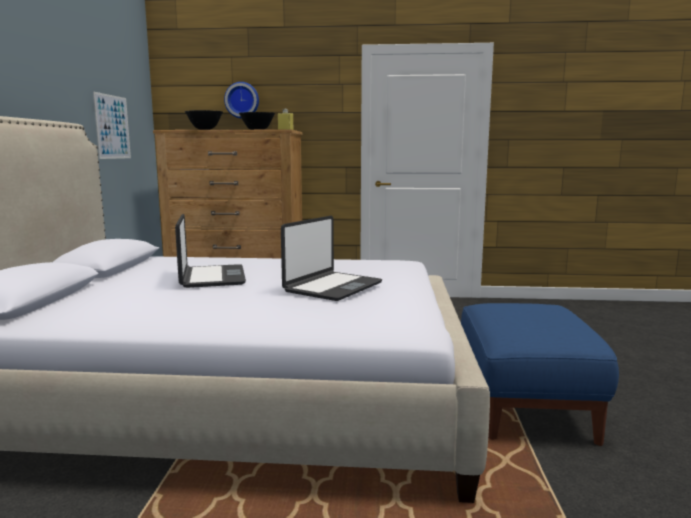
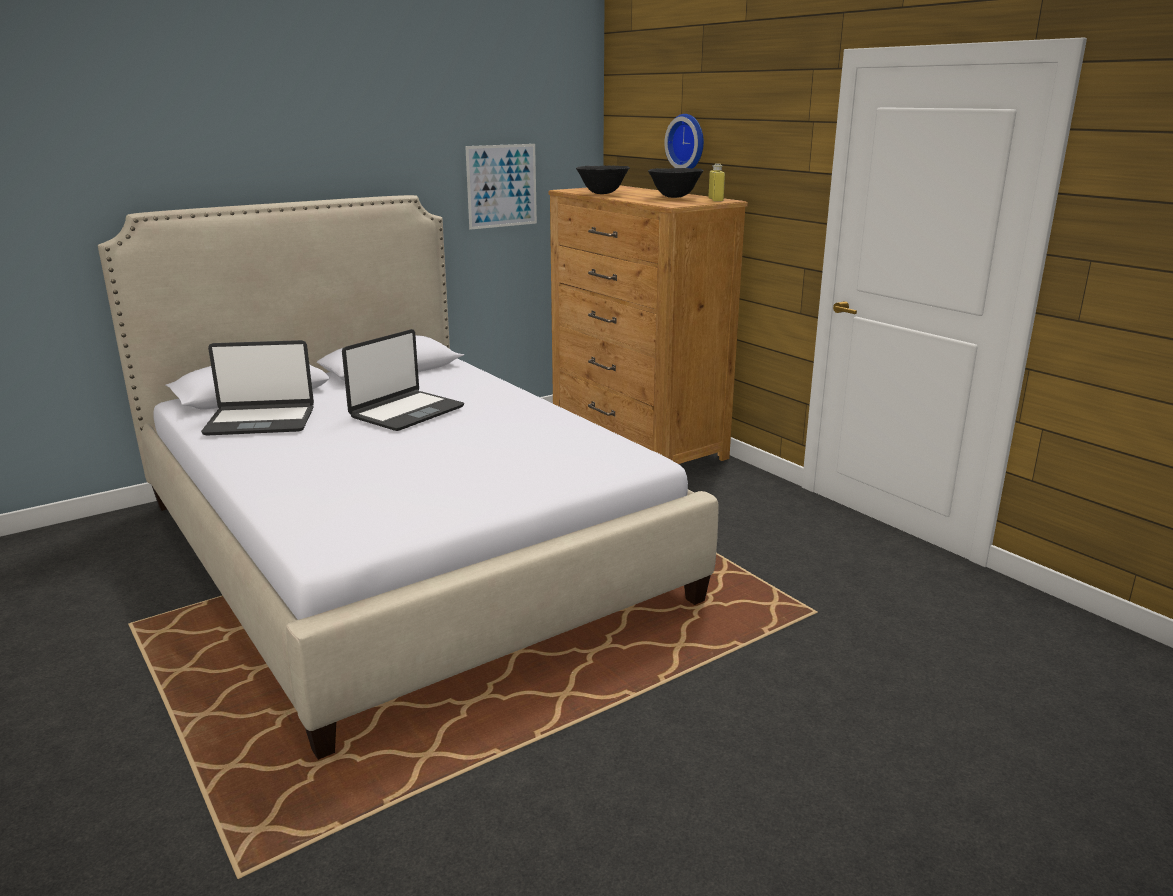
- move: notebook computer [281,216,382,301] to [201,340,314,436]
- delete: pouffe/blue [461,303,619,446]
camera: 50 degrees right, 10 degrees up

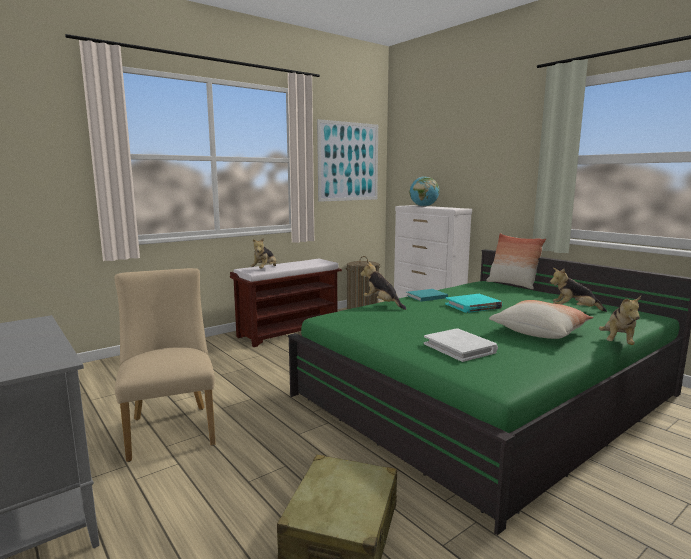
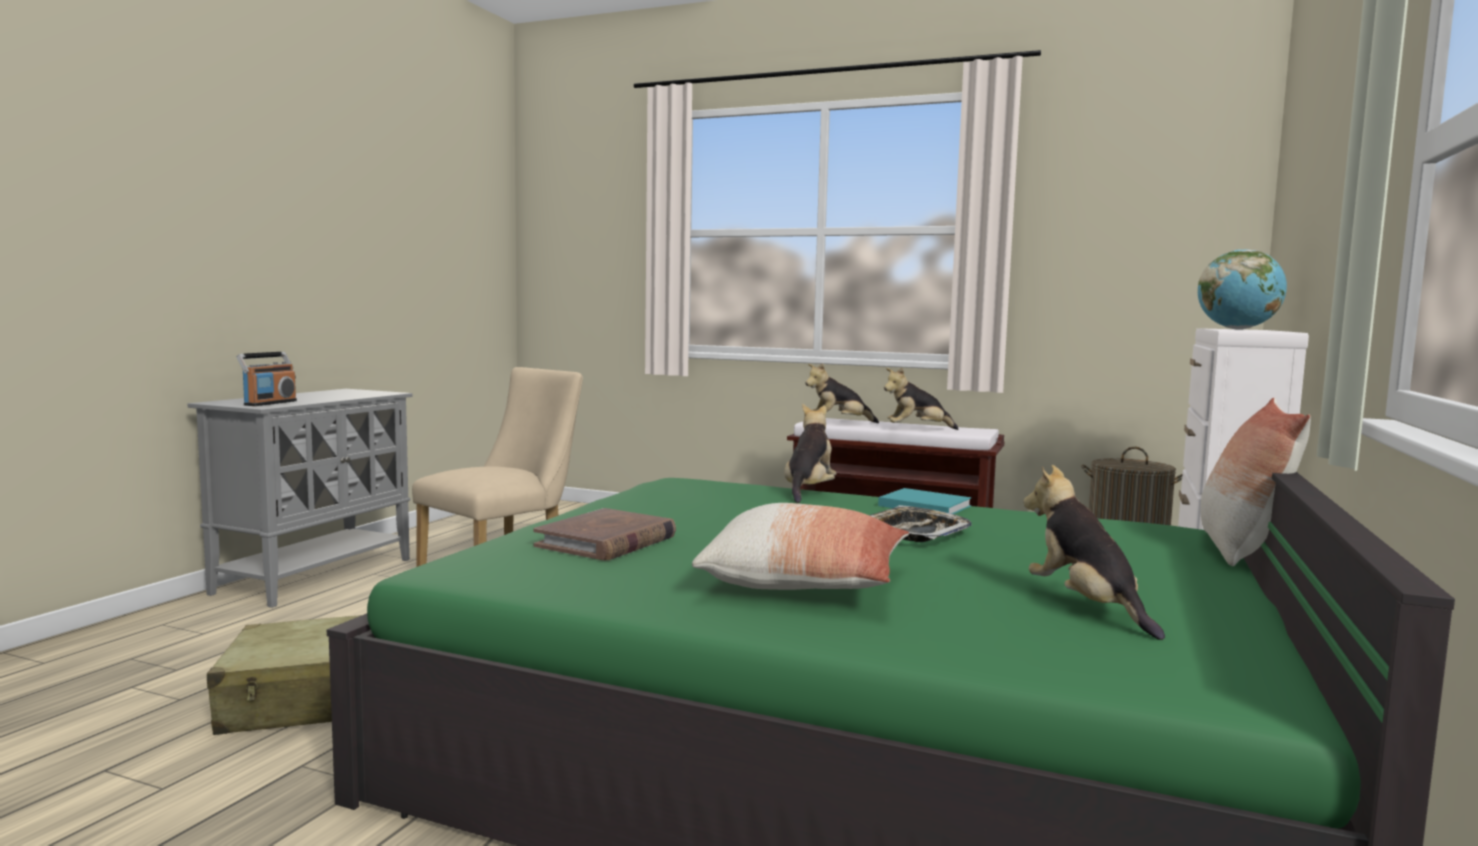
- delete: picture [317,119,378,202]
- recolor: bound book/white [424,328,498,362] to bound book/brownish [533,508,676,560]
- replace: bound book/blue-green [445,294,503,313] to carrying tray [869,505,971,542]
- move: cuddly toy [599,296,641,345] to [884,367,959,430]
- insert: radio receiver [237,352,297,406]
camera: 60 degrees right, 5 degrees down

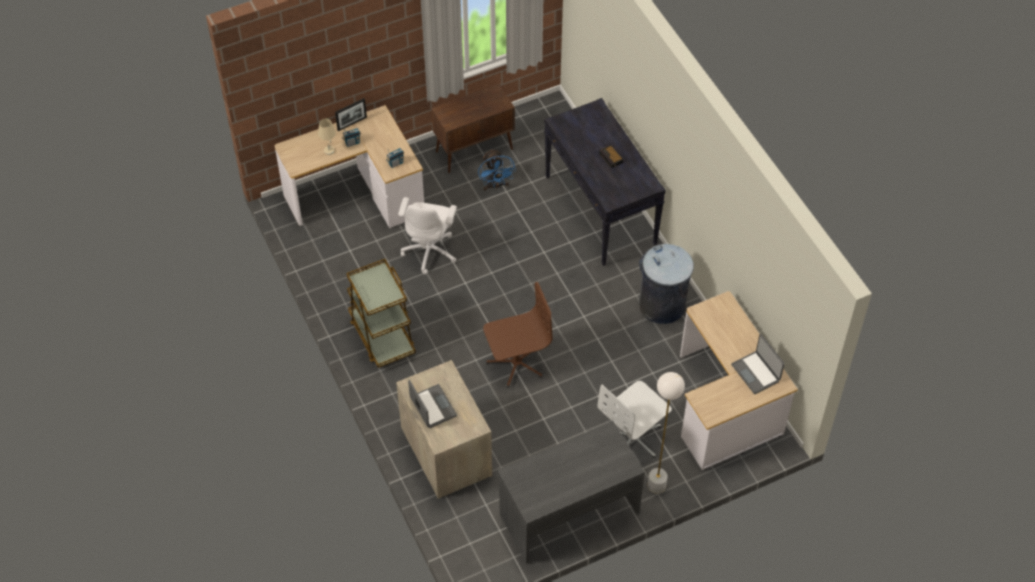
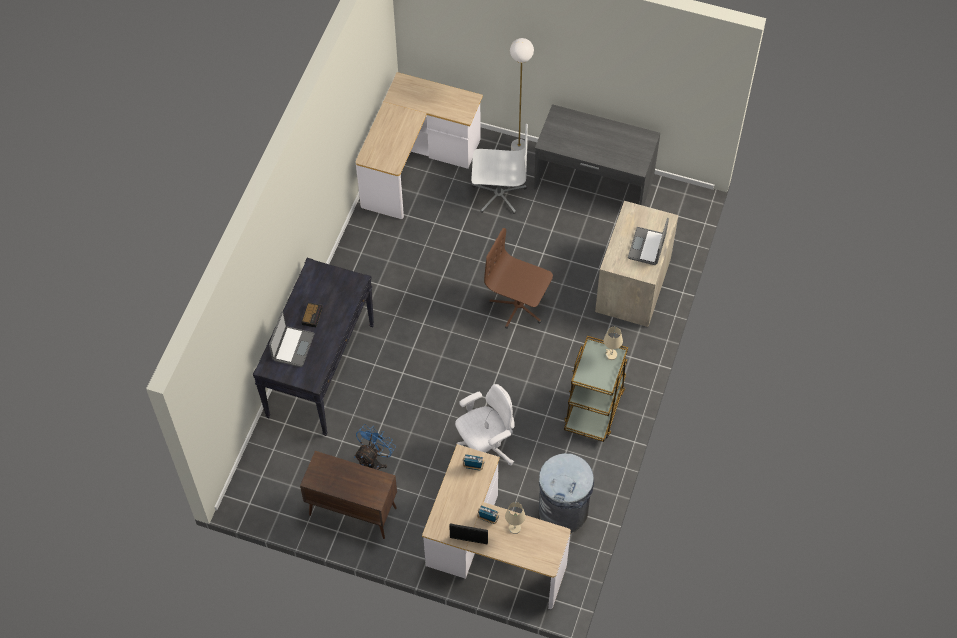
- move: waste bin/greyish [639,244,694,324] to [539,453,594,533]
- move: notebook computer [731,334,785,394] to [269,311,314,367]
- insert: table lamp/beige-coloured [604,327,623,360]
camera: 135 degrees left, 5 degrees up

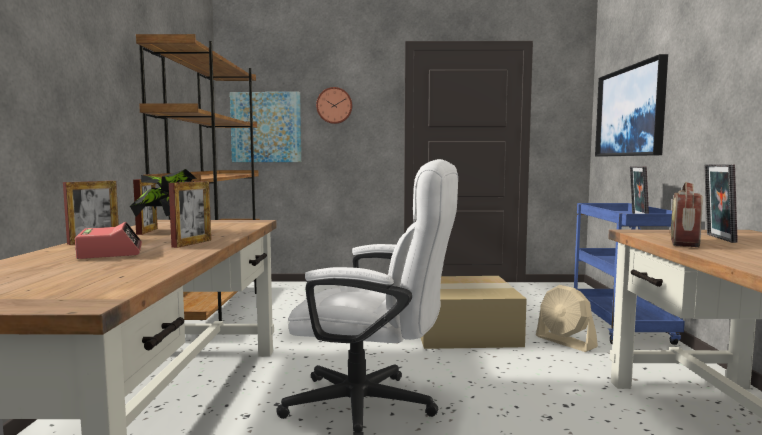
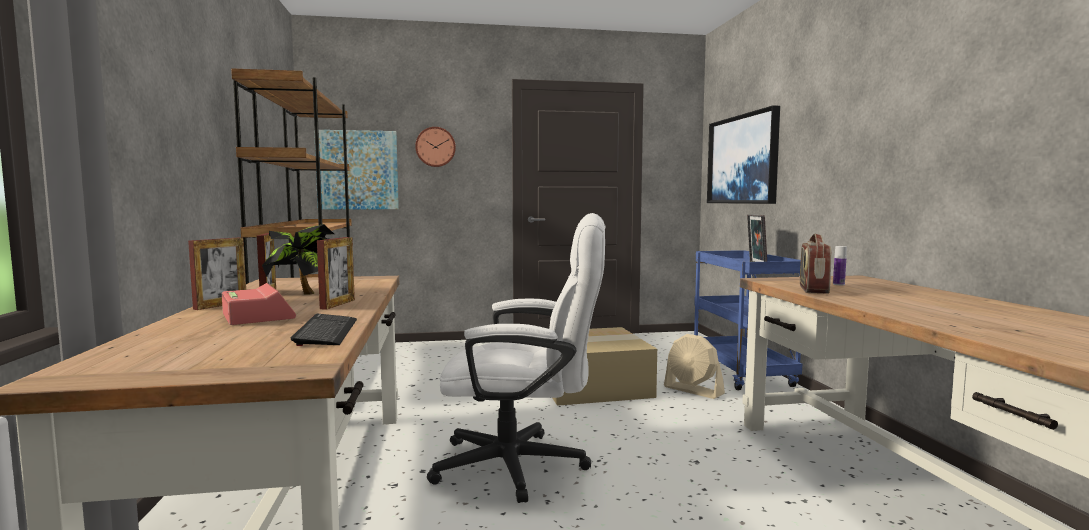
- replace: photo frame [704,164,738,243] to bottle [833,246,847,285]
- insert: keyboard [291,314,357,346]
camera: 10 degrees left, 0 degrees up

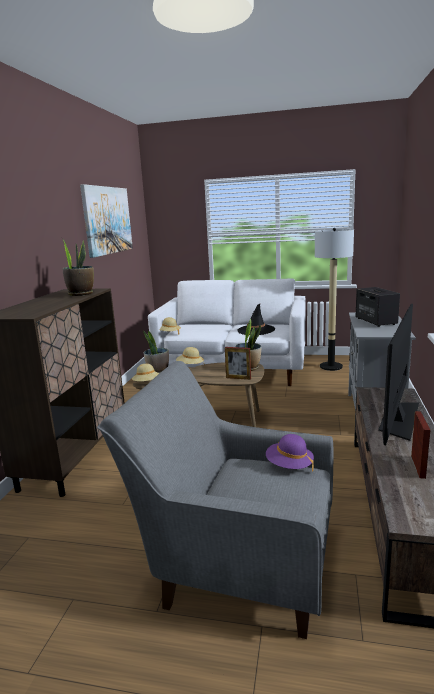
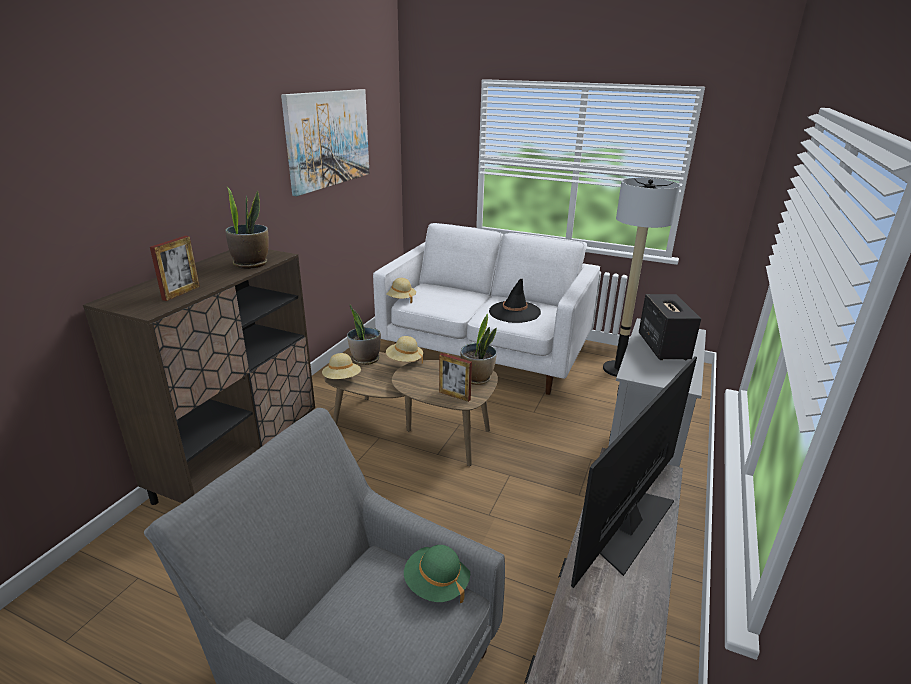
- recolor: wearable hat/purple [266,434,314,472] to wearable hat/greenish [404,545,470,603]
- move: photo frame [411,411,430,479] to [150,236,200,301]
camera: 10 degrees right, 10 degrees up

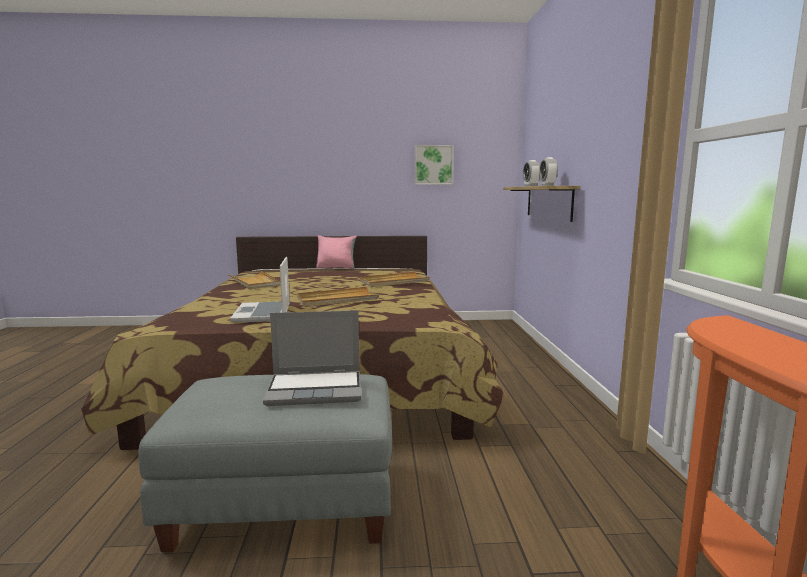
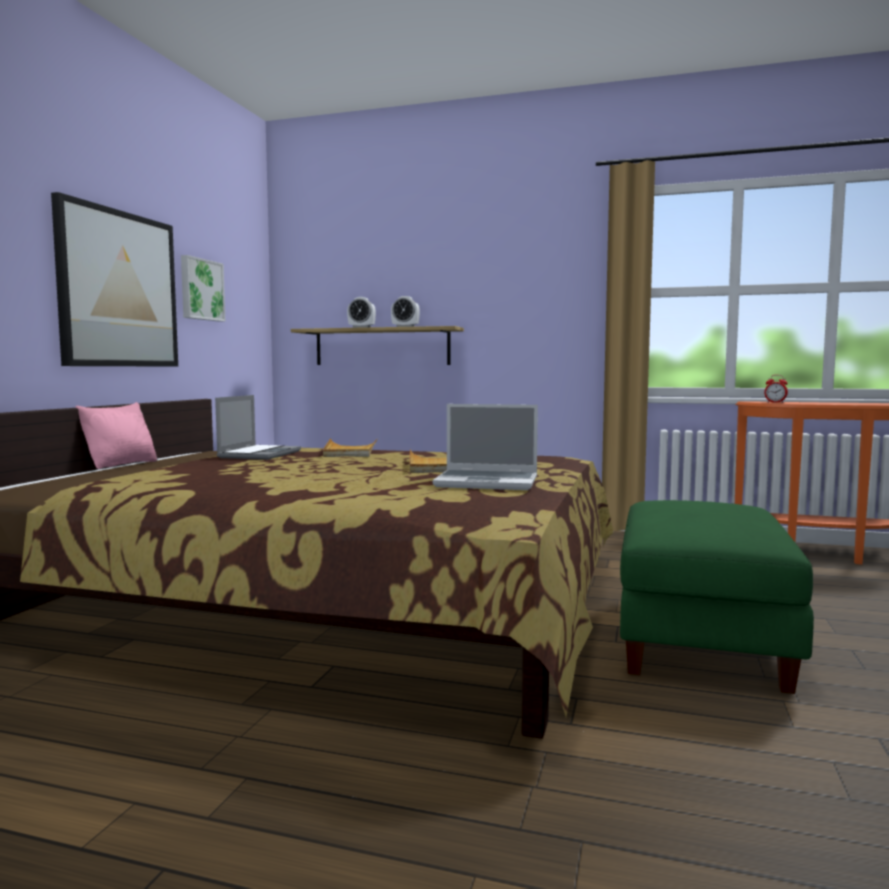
- recolor: pouffe/greyish [138,374,392,553] to pouffe/greenish [620,500,814,694]
- delete: carrying tray/beige-coloured [228,271,281,289]
- move: notebook computer [263,310,361,406] to [215,395,301,460]
- insert: picture [51,192,178,367]
- insert: alarm clock [765,375,788,403]
camera: 70 degrees left, 5 degrees down

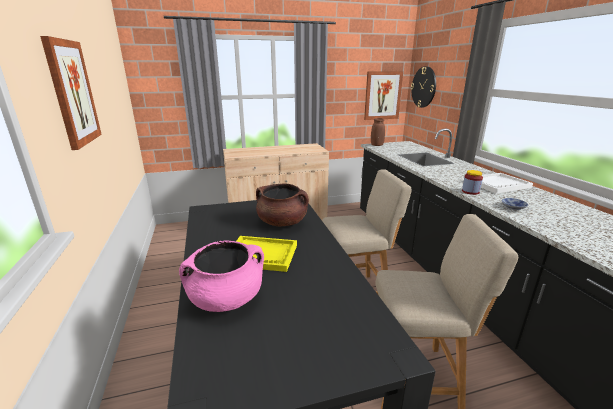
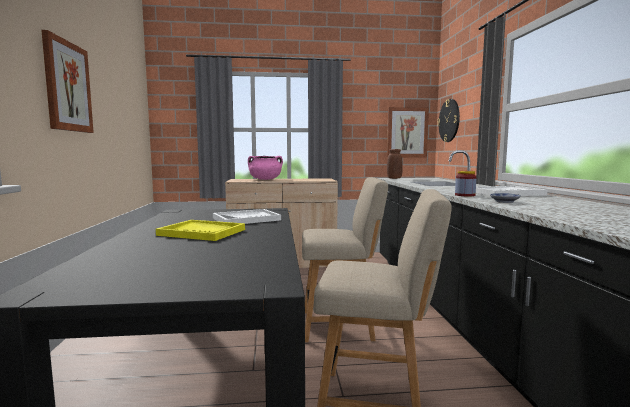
- move: saucepot/pinkish [179,240,264,312] to [248,156,283,180]
- replace: saucepot/brownish [256,183,309,226] to carrying tray/white [213,209,281,224]
camera: 10 degrees right, 15 degrees down

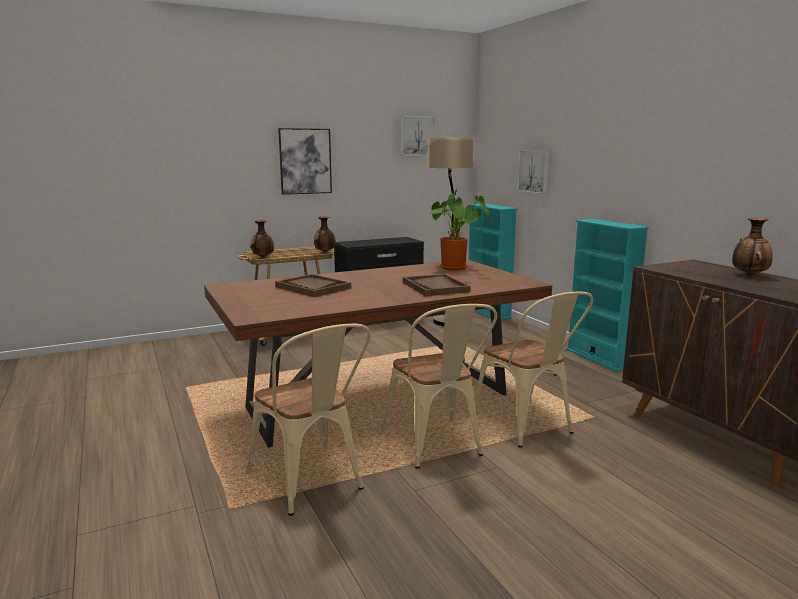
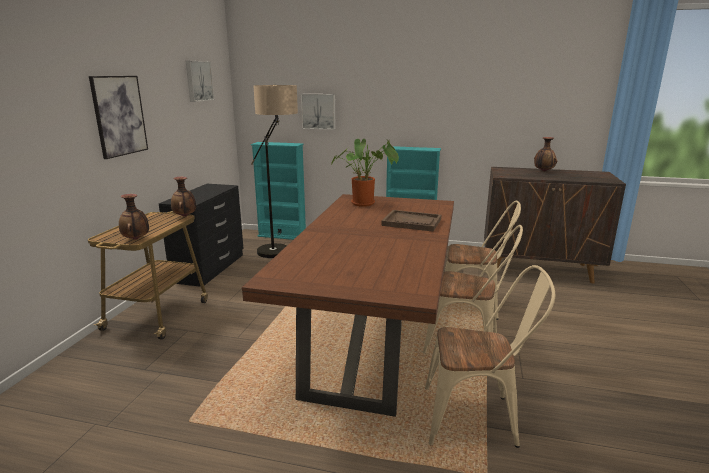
- delete: carrying tray/brownish [275,274,351,297]
camera: 50 degrees left, 5 degrees up

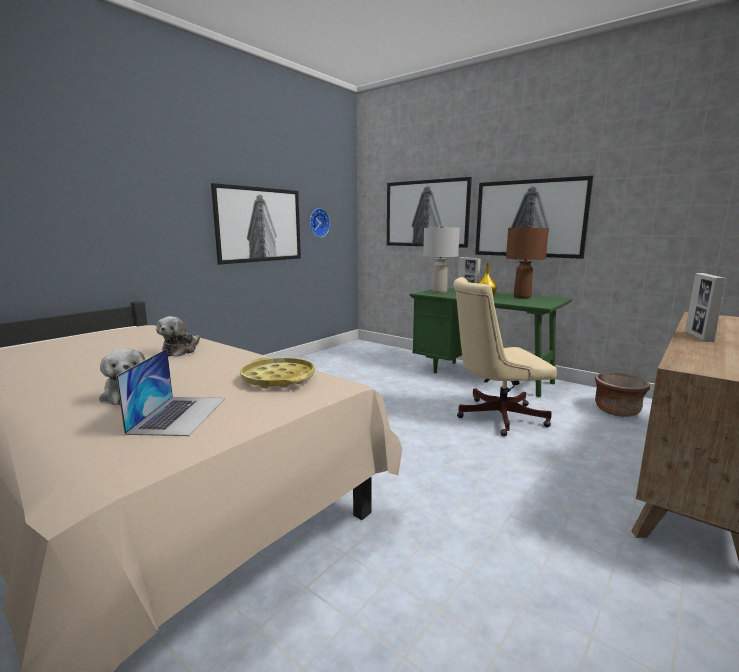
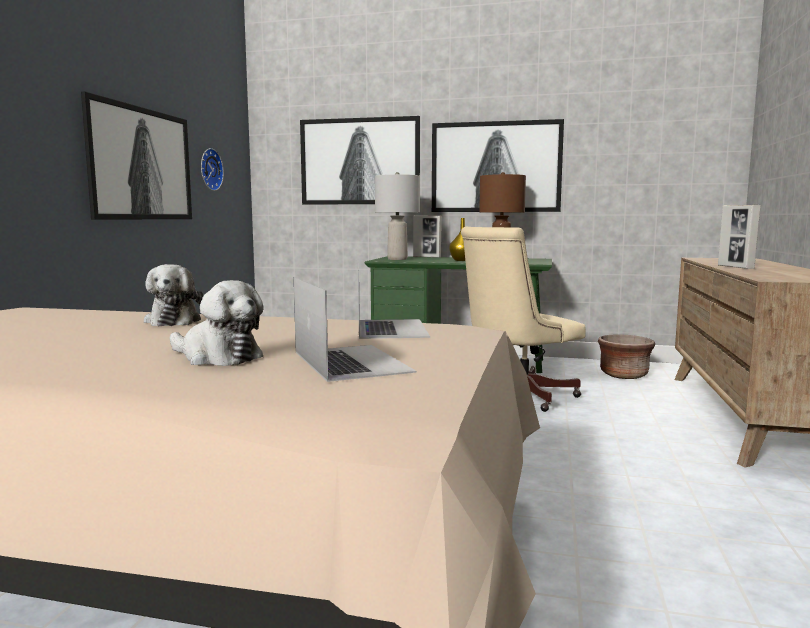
- replace: carrying tray/yellowish [240,358,315,389] to notebook computer [358,263,430,339]
camera: 25 degrees left, 5 degrees down

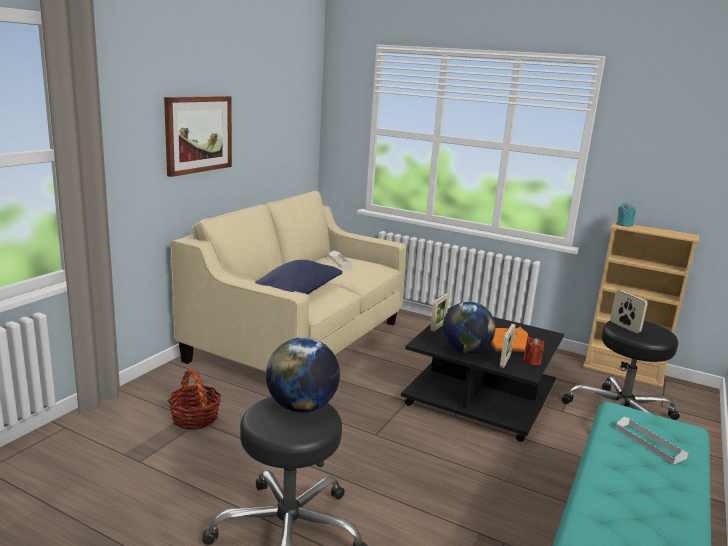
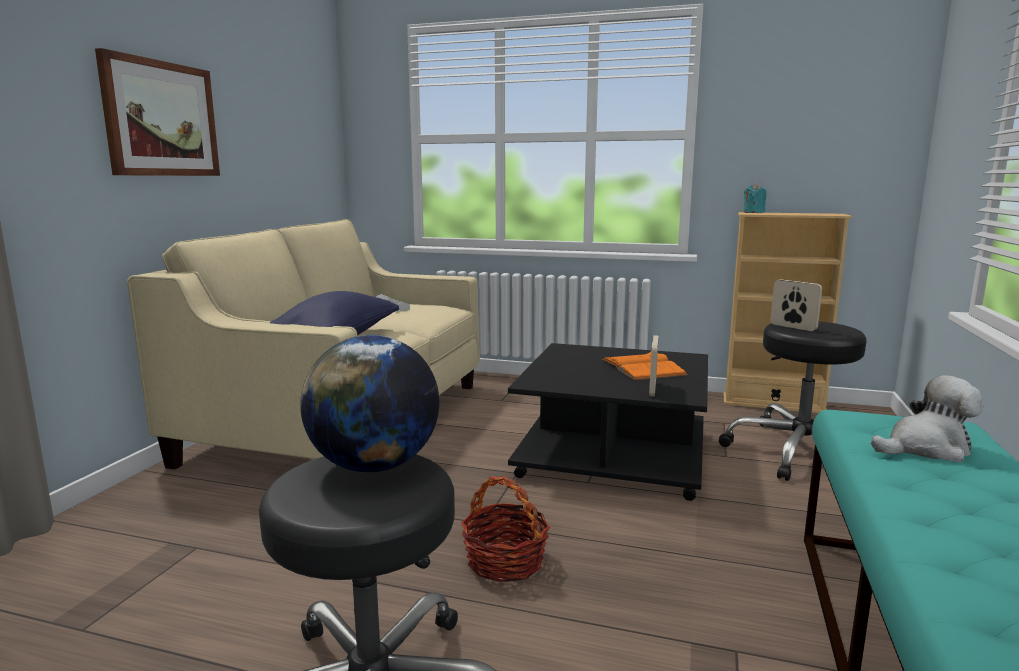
- move: household basket [168,369,221,430] to [461,476,550,583]
- delete: photo frame [430,293,449,332]
- delete: globe [443,301,495,354]
- delete: wax candle/red [523,337,544,365]
- replace: carrying tray/white [615,417,688,464] to cuddly toy [871,375,983,462]
camera: 10 degrees left, 5 degrees down

